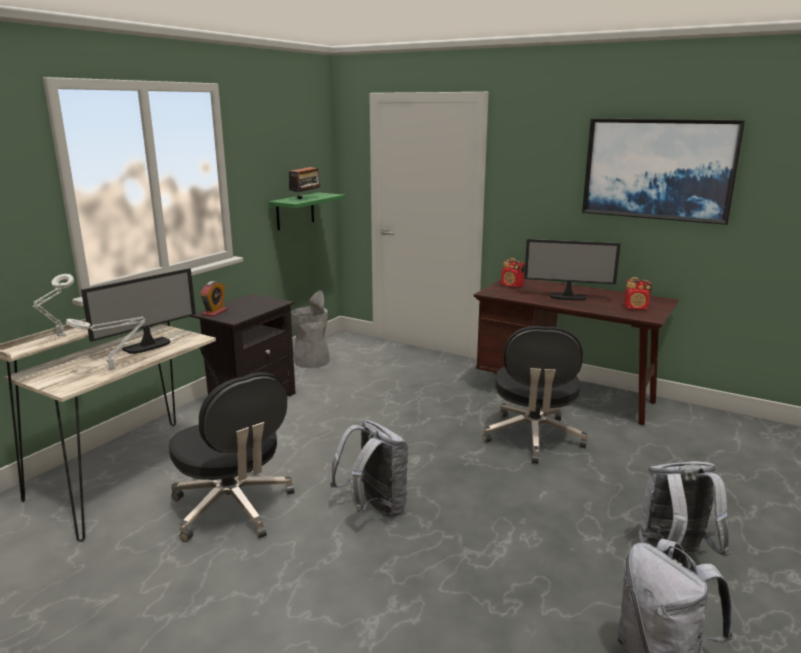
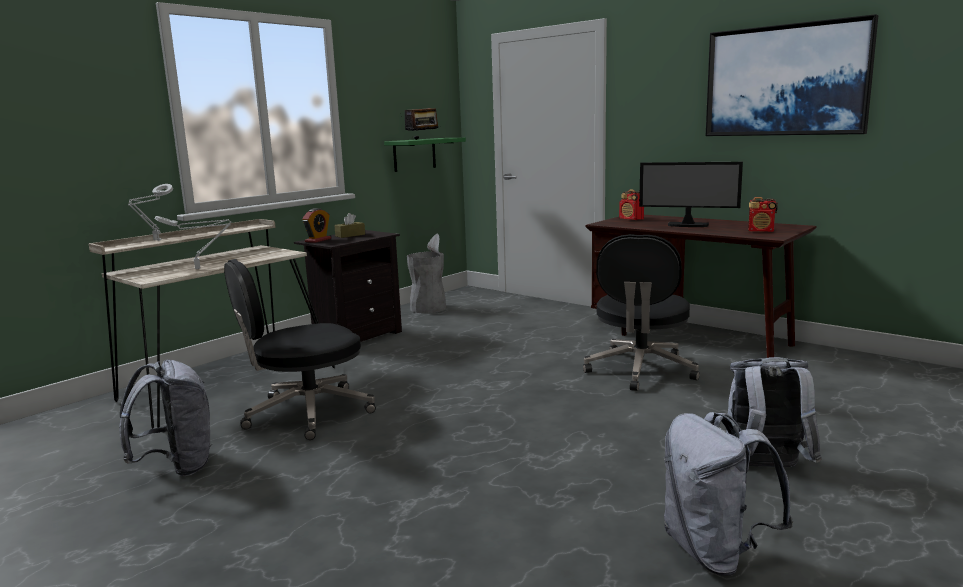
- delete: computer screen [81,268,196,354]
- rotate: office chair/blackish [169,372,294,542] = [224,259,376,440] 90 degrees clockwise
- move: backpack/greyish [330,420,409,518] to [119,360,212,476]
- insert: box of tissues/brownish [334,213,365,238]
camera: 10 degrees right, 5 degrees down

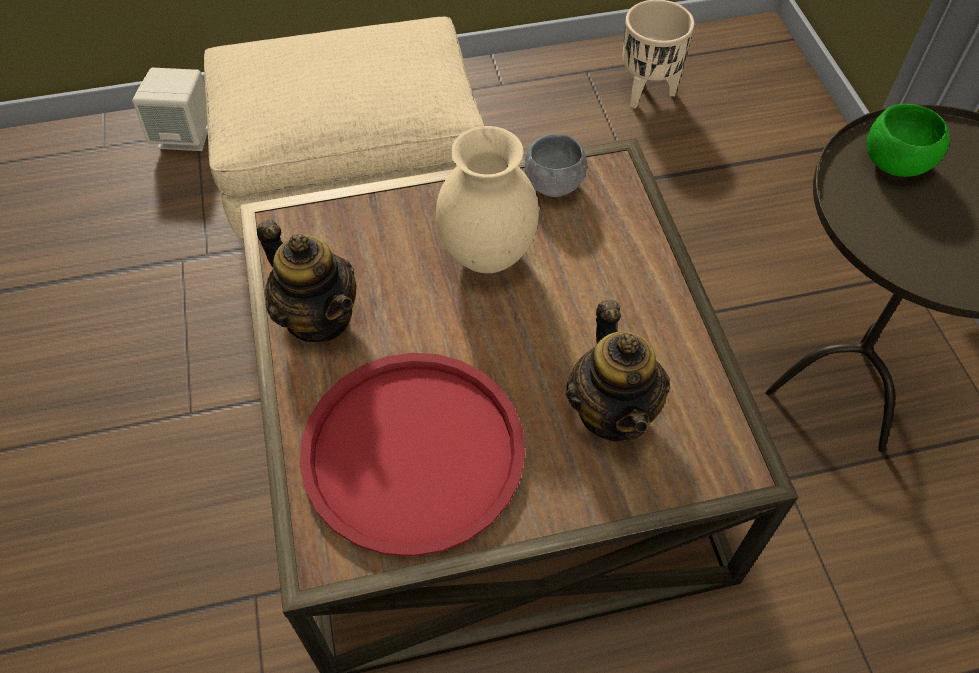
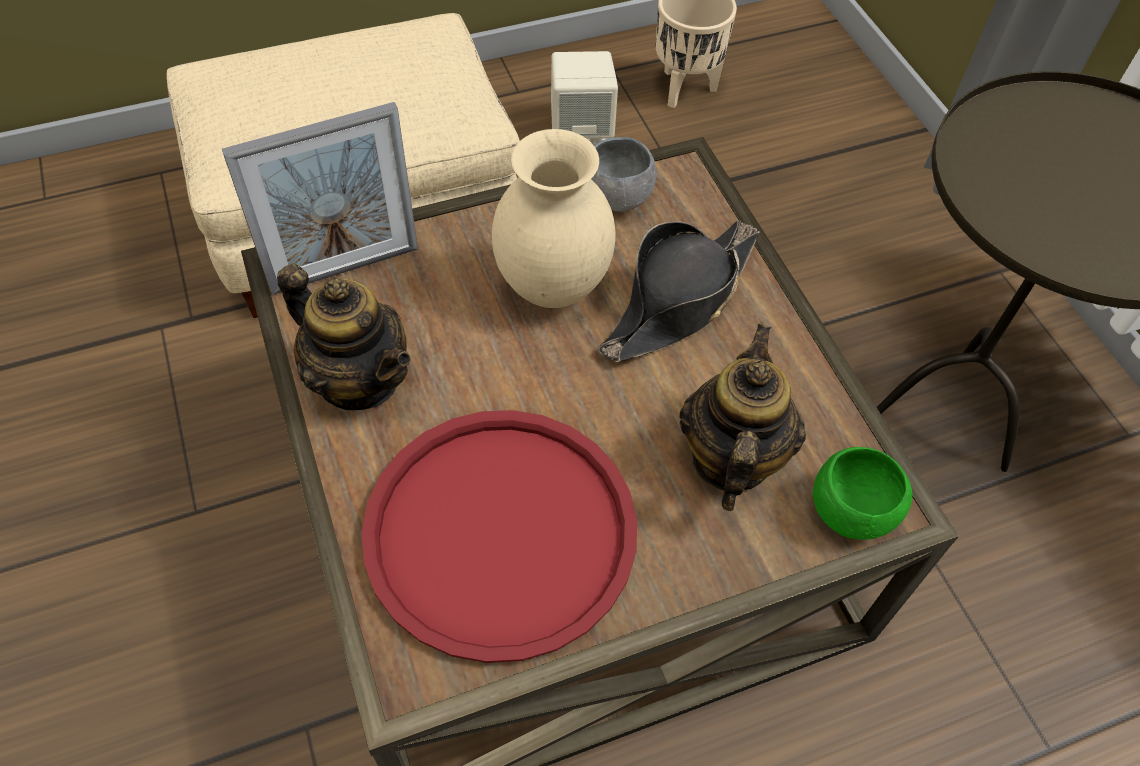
- move: speaker/beige-coloured [132,68,208,151] to [551,51,618,146]
- rotate: pot for tea [566,300,670,442] = [679,324,806,511] 150 degrees counterclockwise
- move: bowl/greenish [866,104,950,177] to [813,447,912,540]
- insert: photo frame [222,102,418,295]
- insert: wearable hat/blackish [599,220,760,362]
camera: 10 degrees left, 0 degrees up

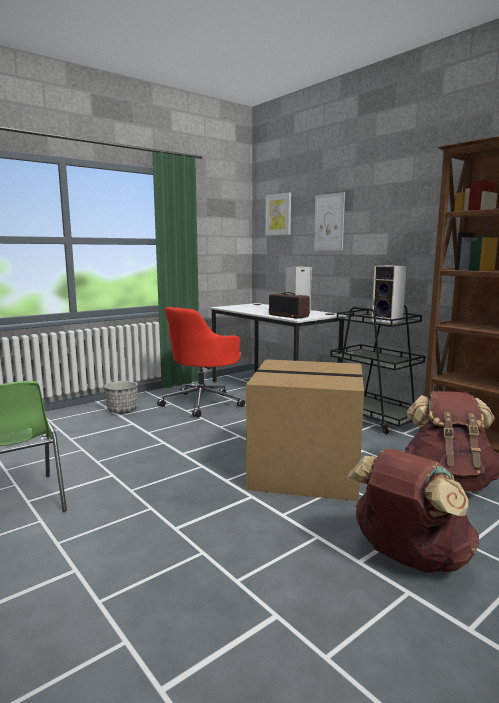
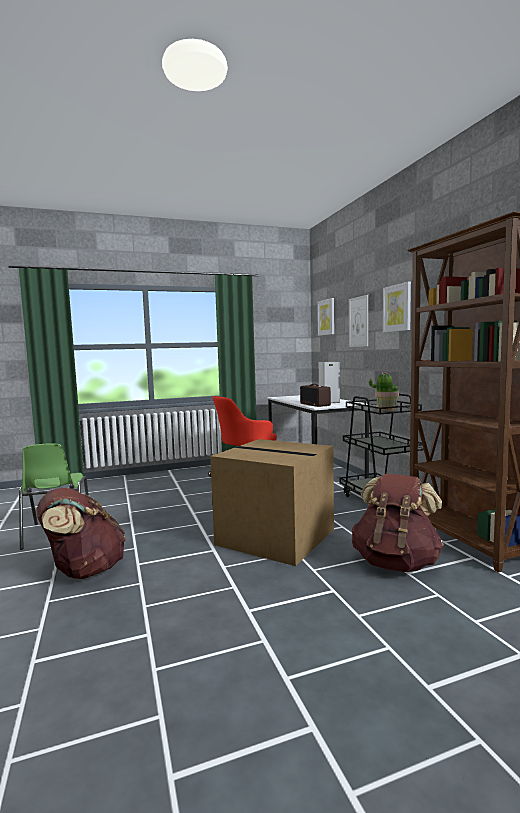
- delete: planter [104,381,138,414]
- move: backpack/brownish [347,449,479,573] to [37,488,126,579]
- replace: speaker [371,265,407,324] to houseplant [369,371,399,411]
- insert: picture [383,282,411,332]
camera: 20 degrees right, 5 degrees down

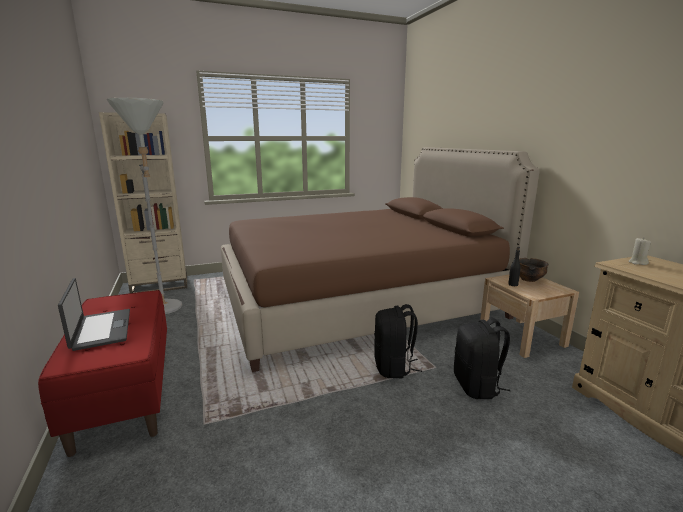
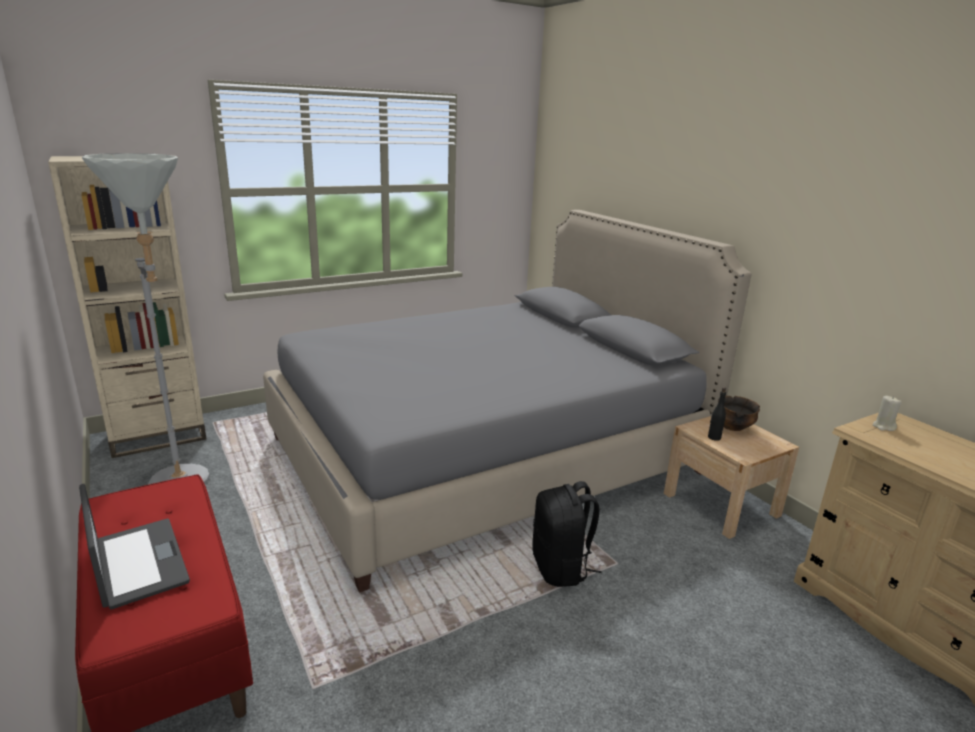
- recolor: bed/brownish [221,147,540,372] to bed/greyish [263,210,751,593]
- delete: backpack/blackish [454,318,510,399]
camera: 10 degrees left, 5 degrees up

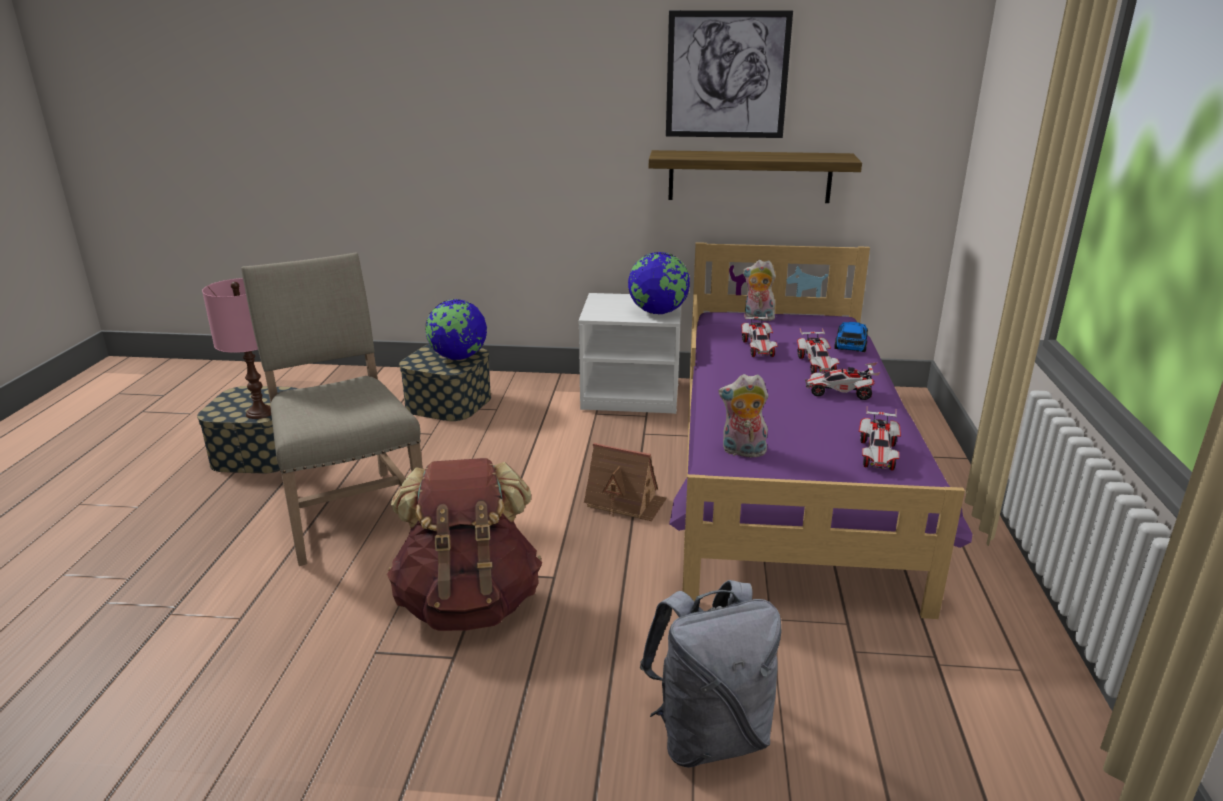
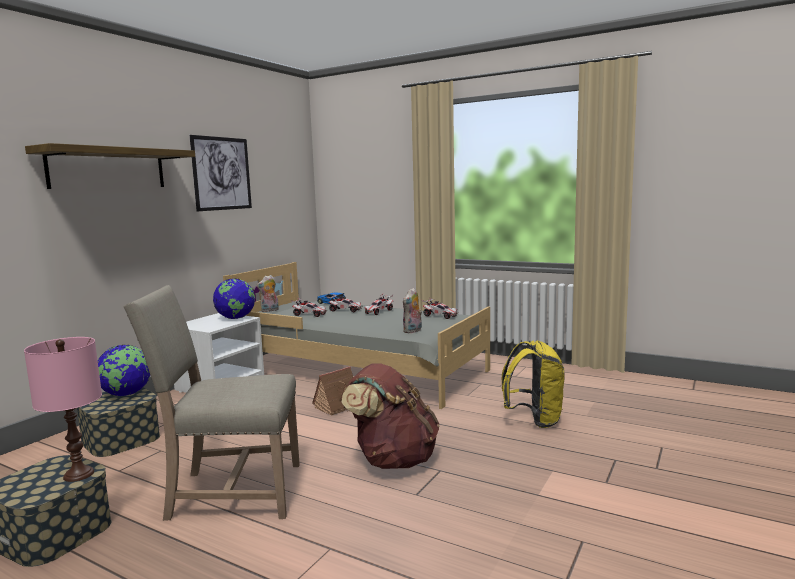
- recolor: backpack/greyish [640,580,782,768] to backpack/yellowish [502,340,564,428]
- move: bracket shelf [649,150,862,203] to [25,143,195,189]
- recolor: bed/purple [669,242,972,619] to bed/greyish [223,262,490,409]
camera: 65 degrees left, 15 degrees down

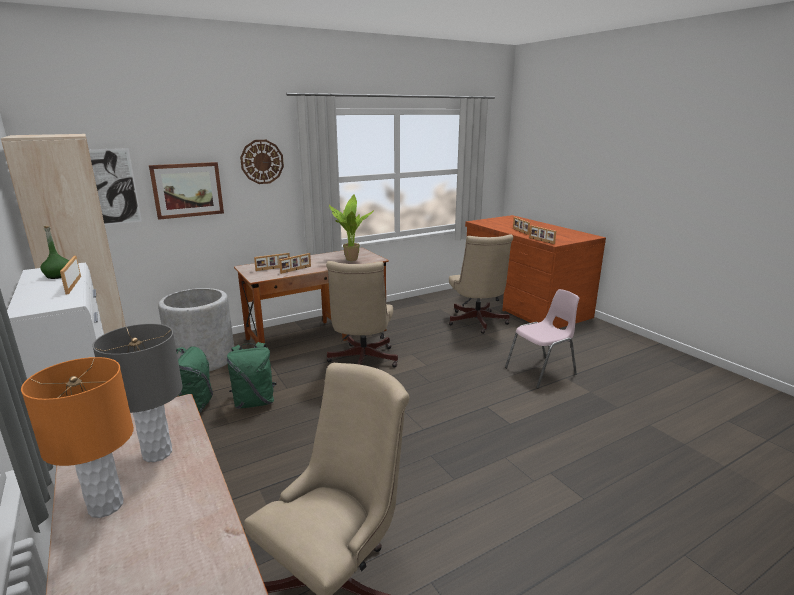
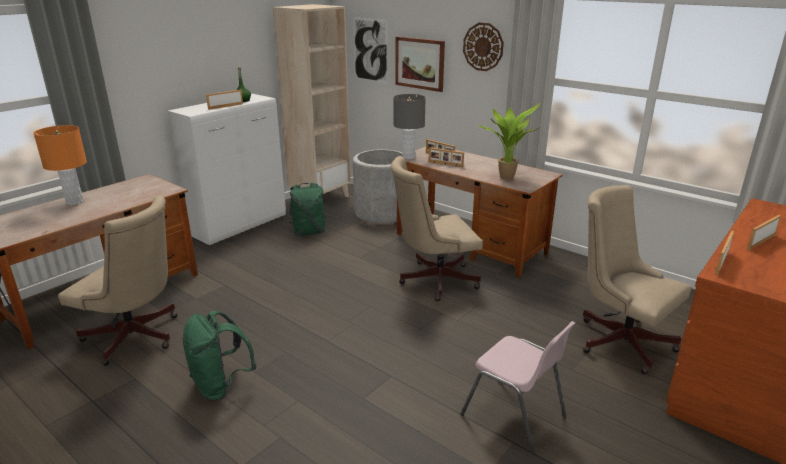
- move: table lamp/greyish [93,324,183,462] to [393,94,426,159]
- move: backpack/greenish [227,342,277,409] to [183,311,257,401]
- rotate: office chair/beige-coloured [449,234,513,334] = [583,185,692,374] 75 degrees clockwise
camera: 70 degrees right, 5 degrees up

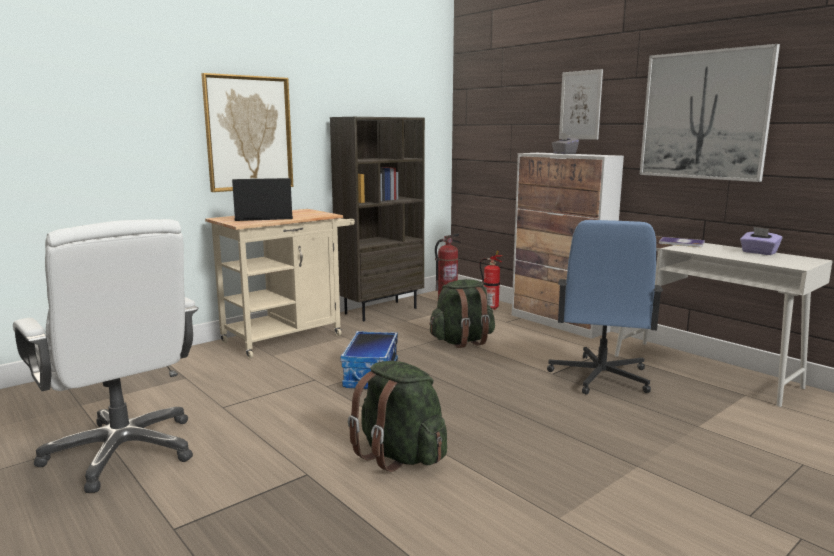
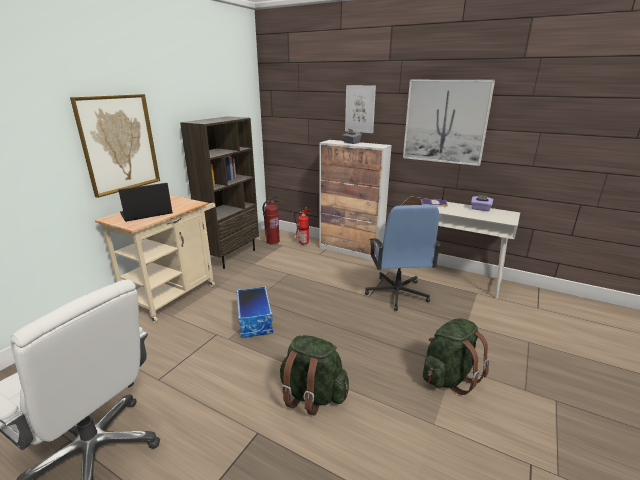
- move: backpack/greenish [429,279,495,348] to [423,318,490,395]
camera: 20 degrees left, 10 degrees up

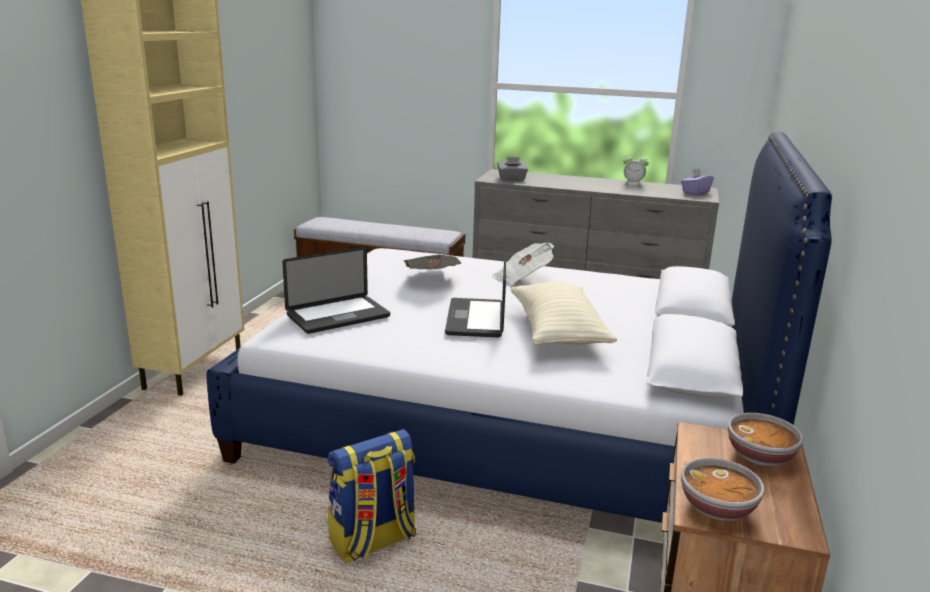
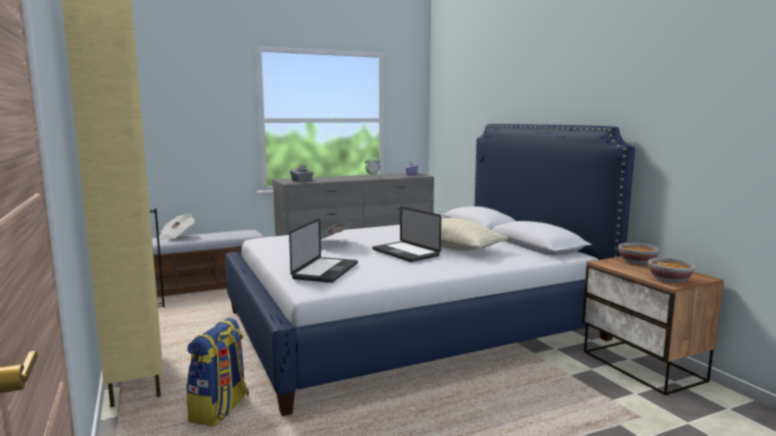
- move: backpack [328,429,416,564] to [187,318,249,426]
- move: newspaper [492,243,554,284] to [156,214,195,240]
camera: 40 degrees left, 10 degrees down

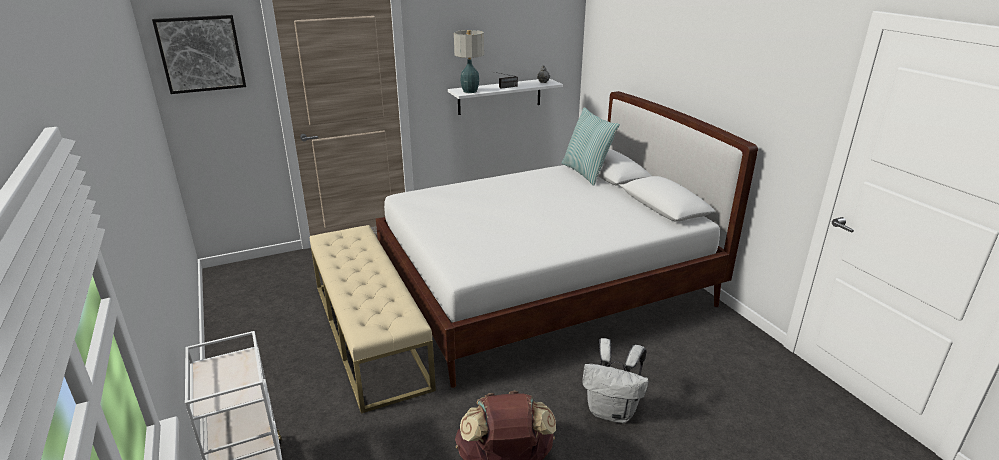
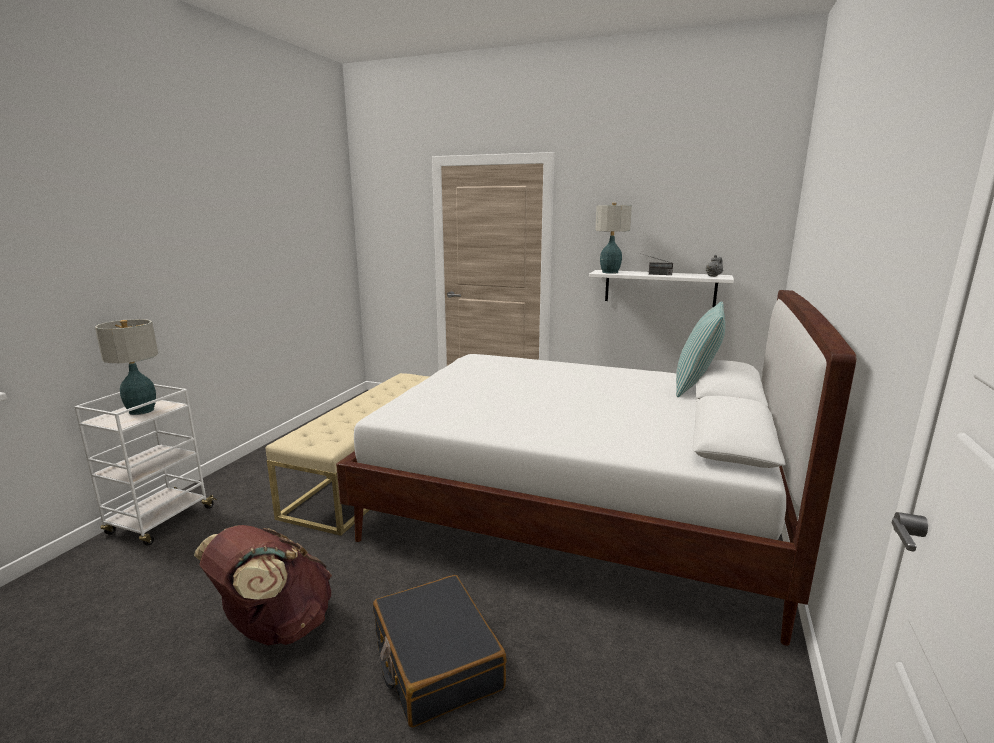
- delete: picture [152,15,246,94]
- replace: backpack/white [582,338,649,423] to piece of luggage/blackish [373,575,507,727]
- insert: table lamp [95,319,158,415]
camera: 45 degrees right, 10 degrees down

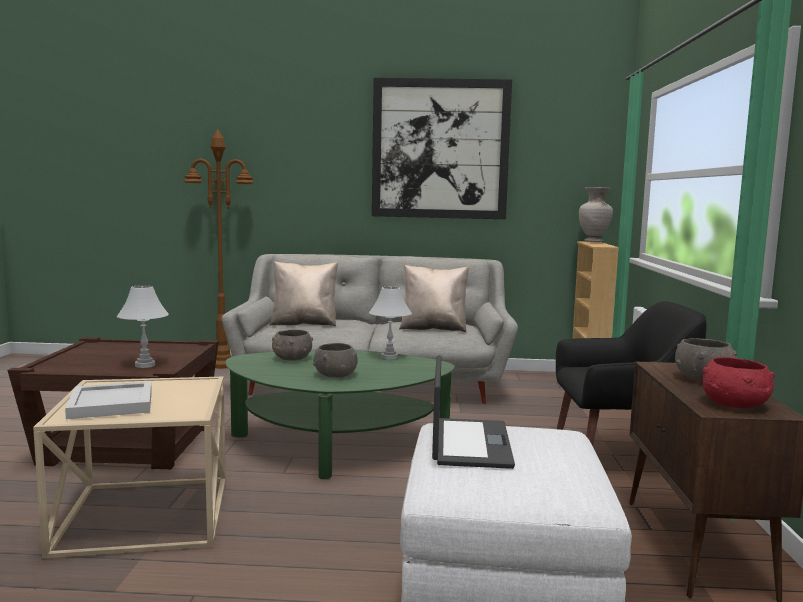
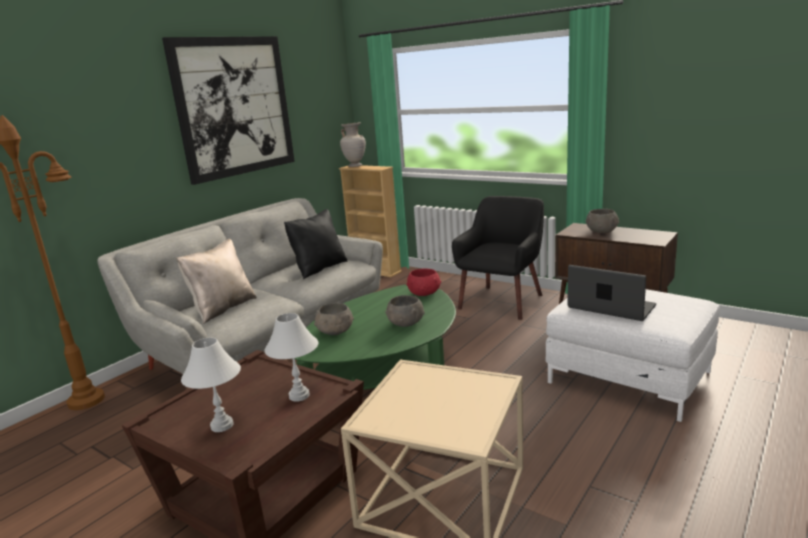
- delete: carrying tray/white [65,381,152,419]
- move: table lamp/white [369,287,412,359] to [181,338,241,432]
- recolor: cushion/beige-coloured [399,265,469,332] to cushion/blackish [284,209,348,279]
- move: bowl/red [702,357,775,408] to [406,268,441,296]
camera: 55 degrees left, 10 degrees up

